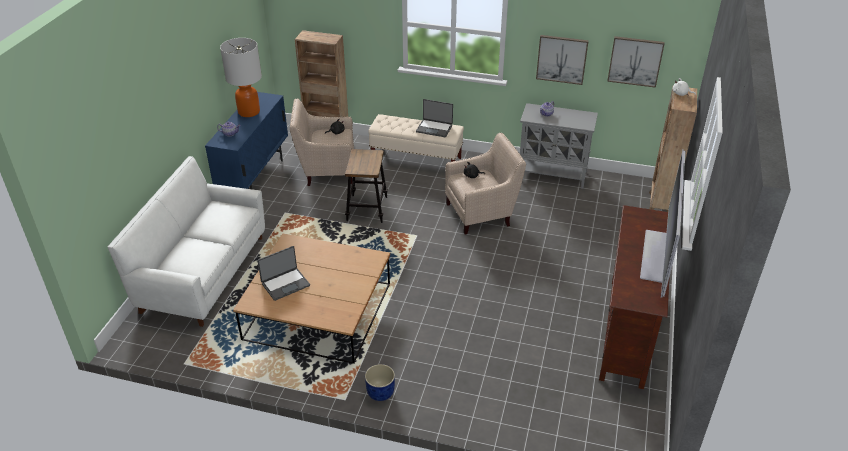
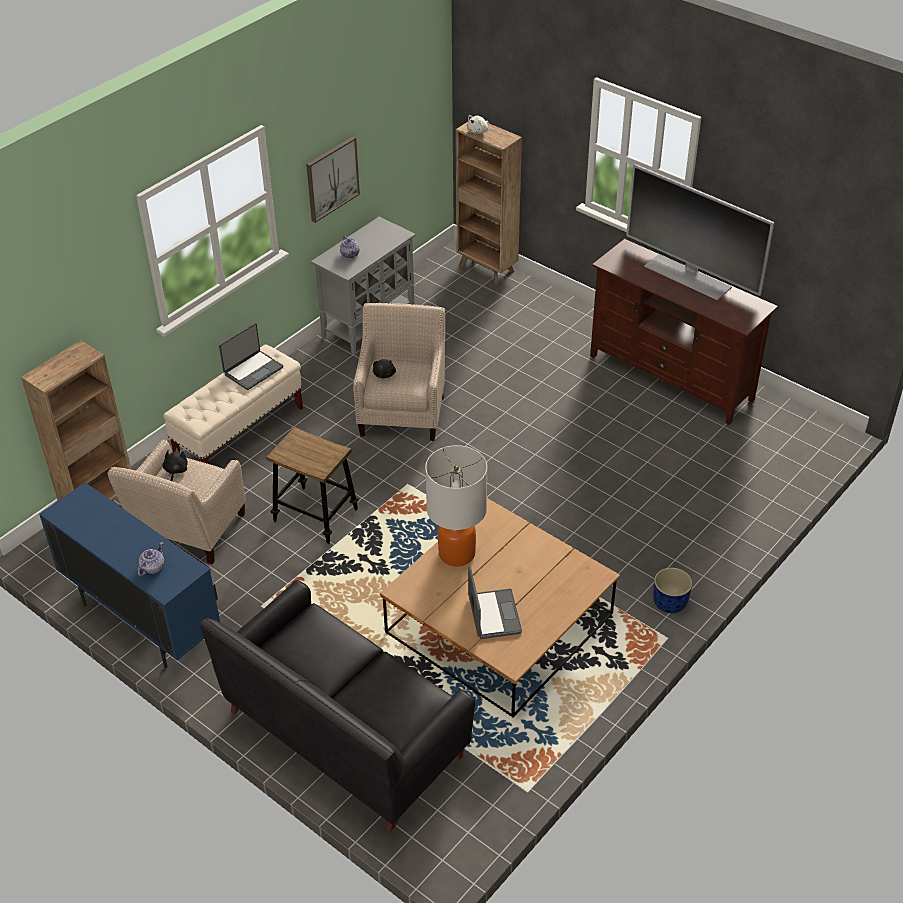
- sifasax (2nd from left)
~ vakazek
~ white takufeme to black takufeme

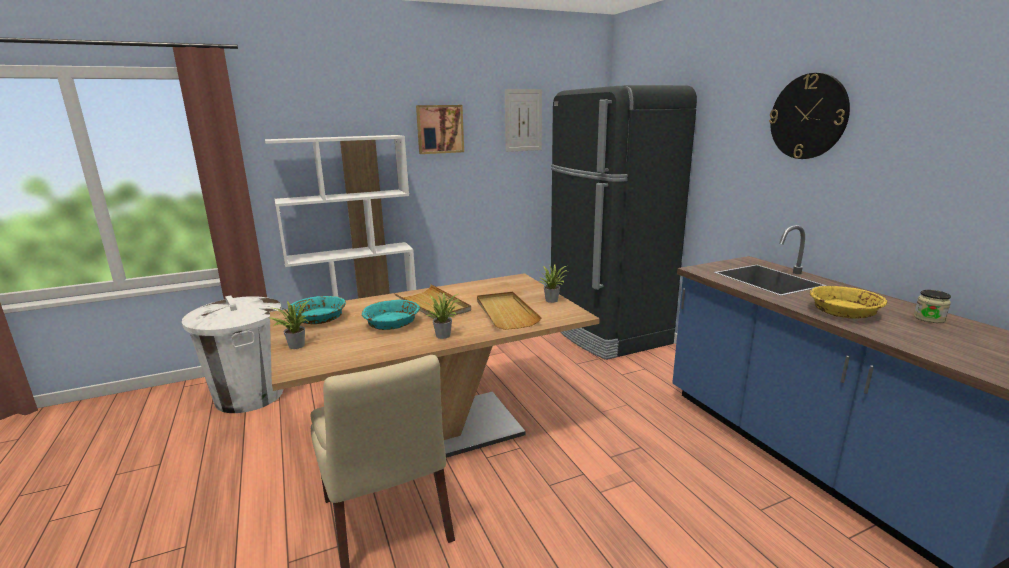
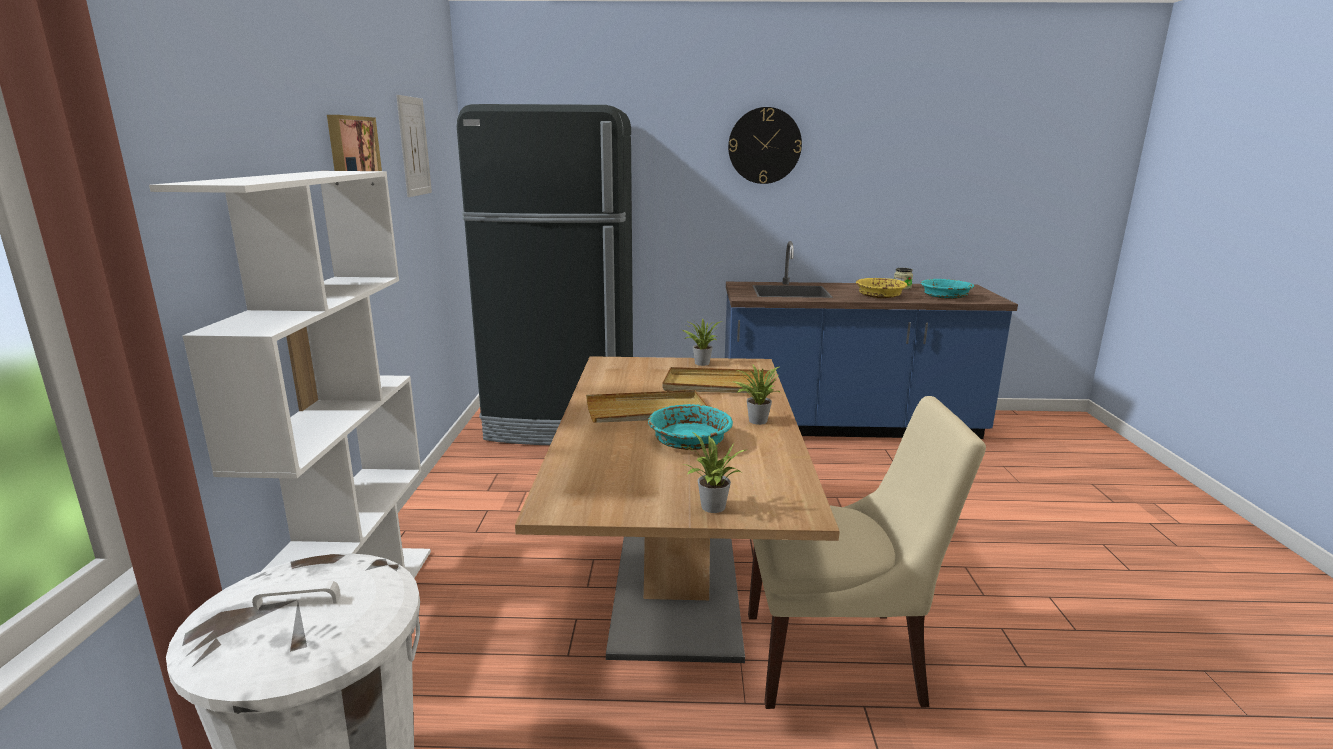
~ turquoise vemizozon (1st from left in the first image) to turquoise vemizozon (2nd from left)

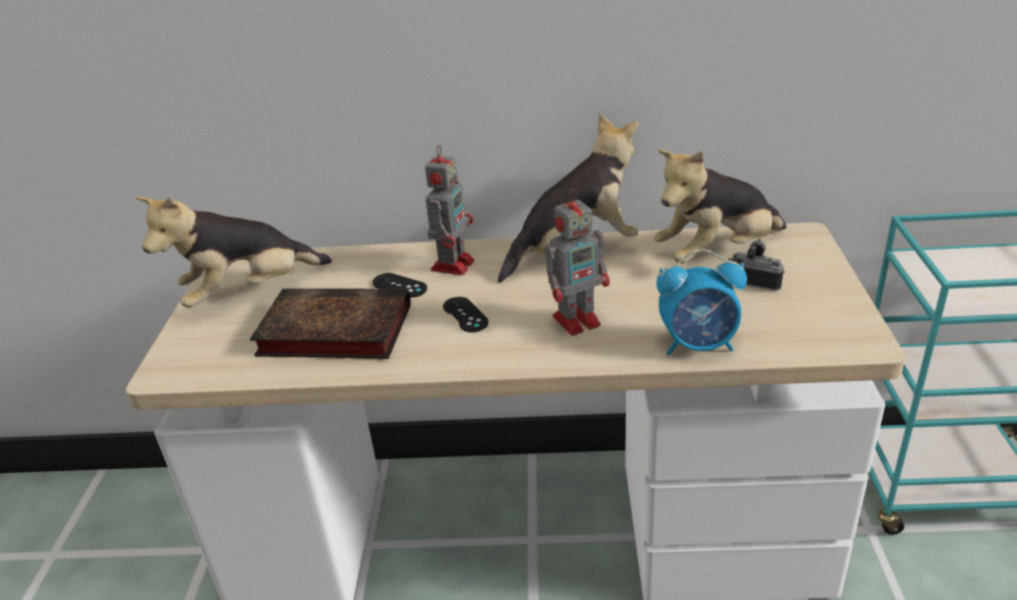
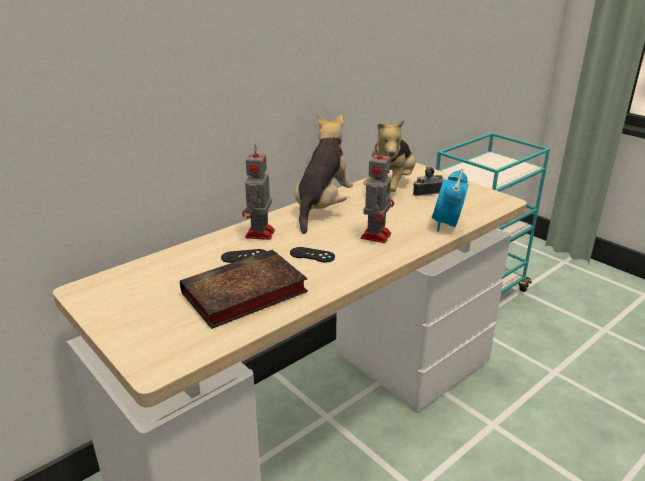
~ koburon (1st from left) 150 degrees counterclockwise
- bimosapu (1st from left)
~ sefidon 150 degrees clockwise

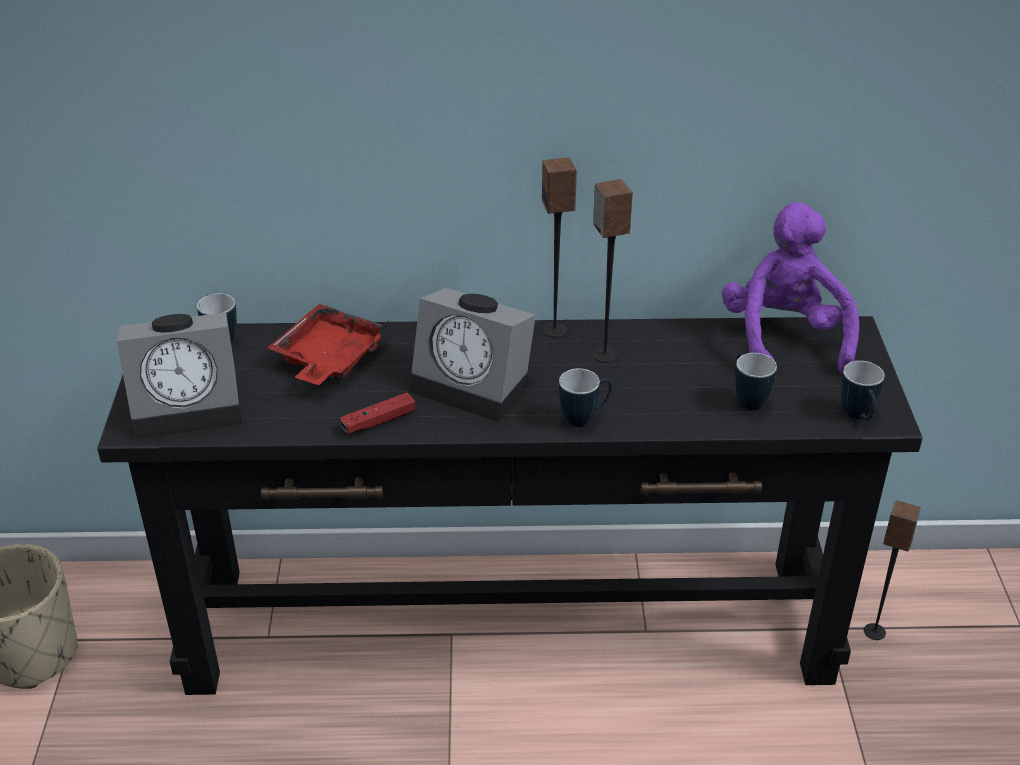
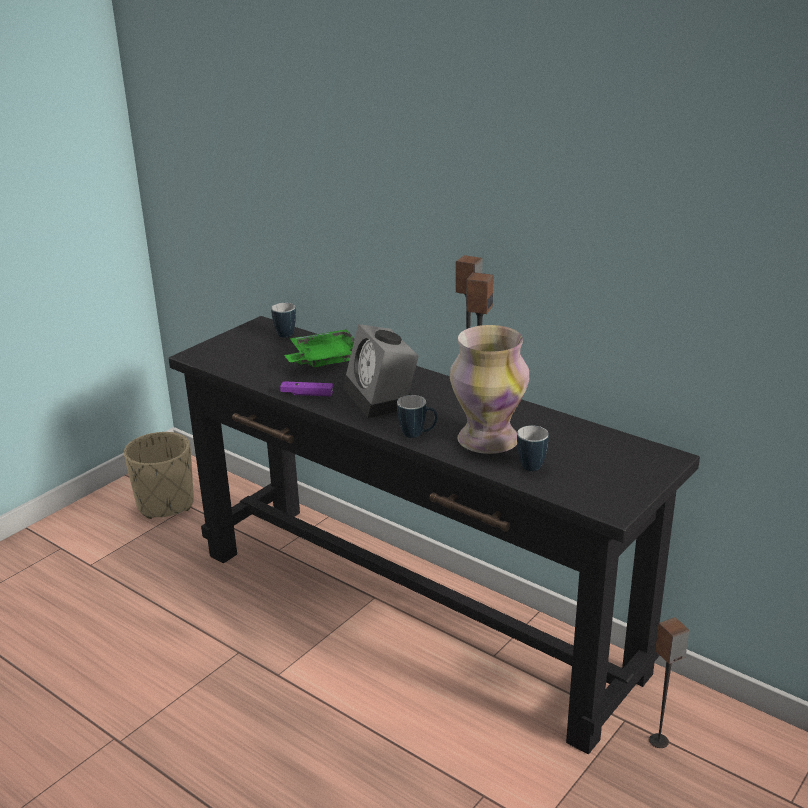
- purple bimosapu
~ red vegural to green vegural
- sefidon (1st from left)
- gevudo (4th from left)
~ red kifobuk to purple kifobuk
+ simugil

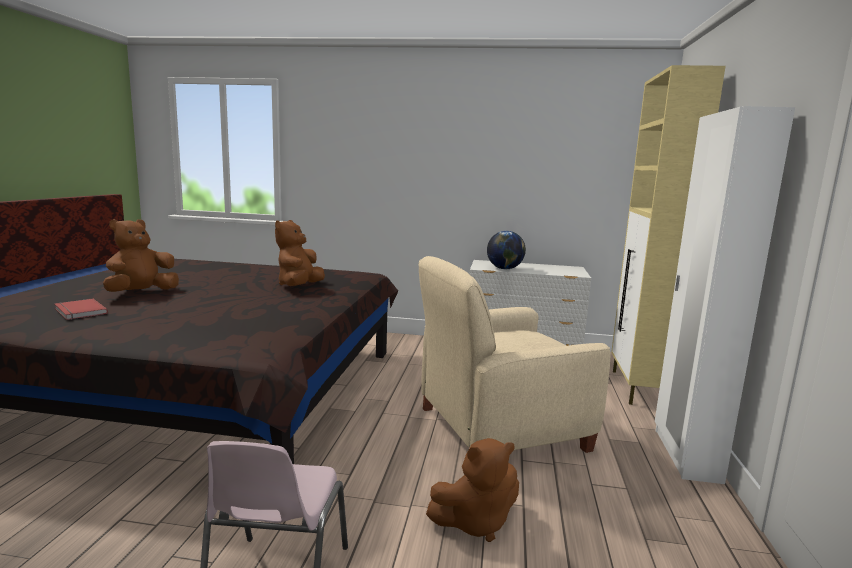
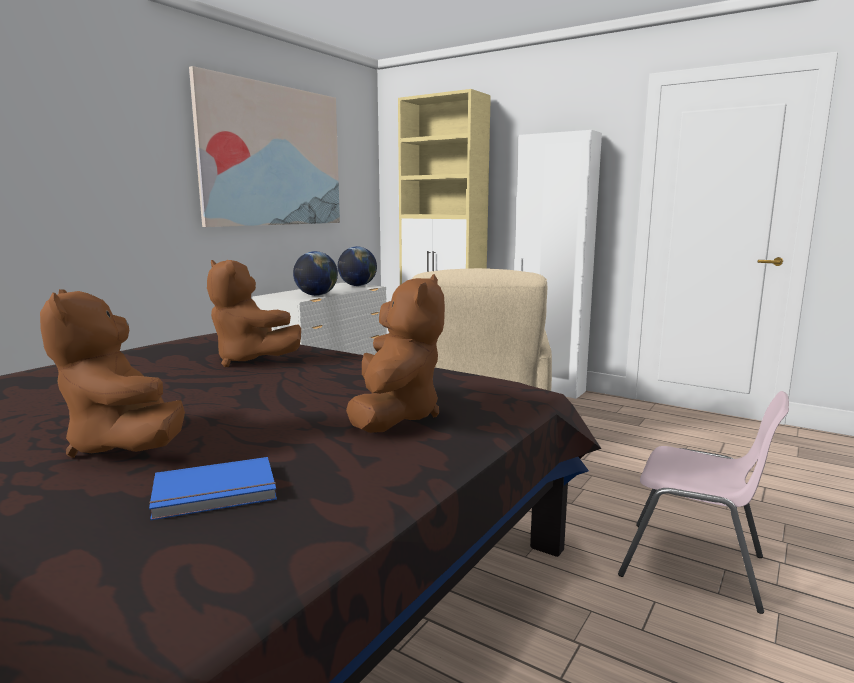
~ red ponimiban to blue ponimiban
~ brown bimosapu (3rd from left)
+ sifasax
+ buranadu (2nd from left)

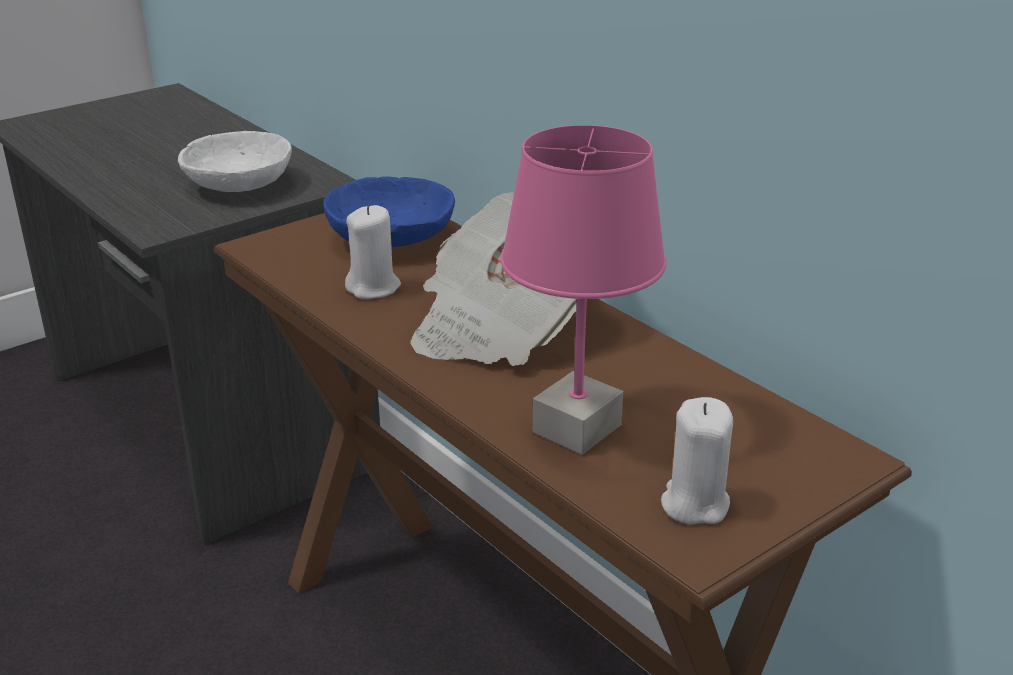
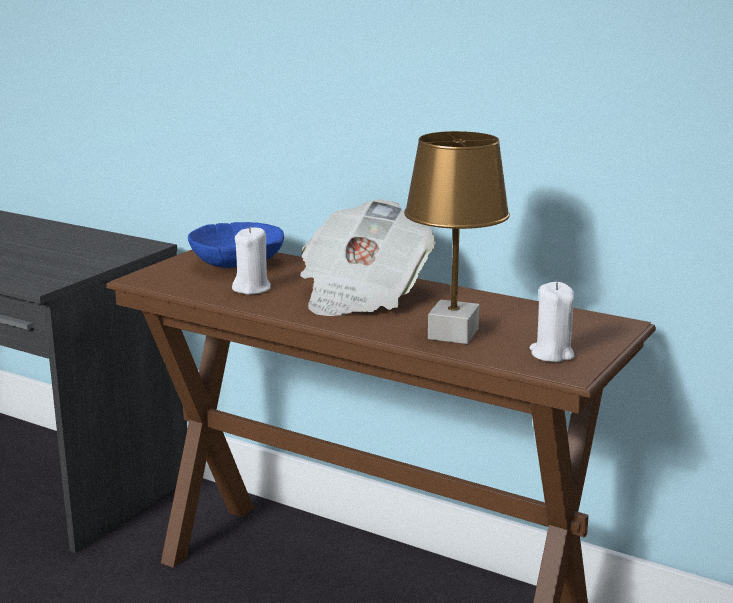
~ pink vakazek to brown vakazek
- white vemizozon

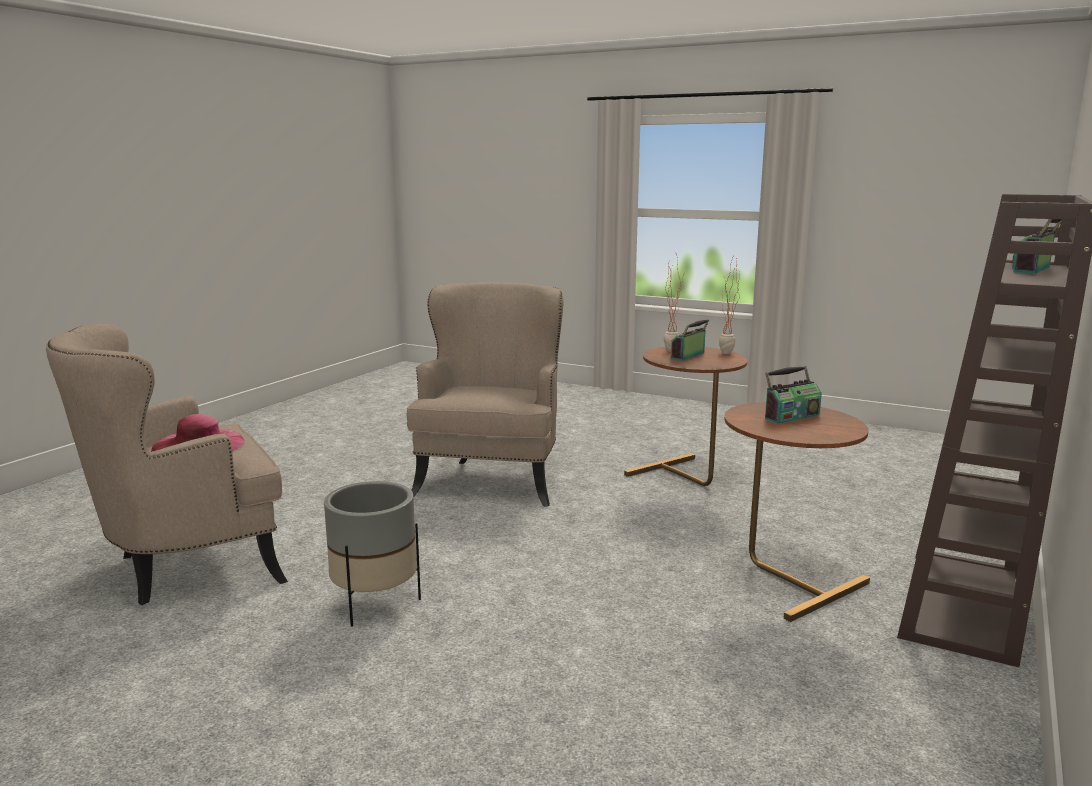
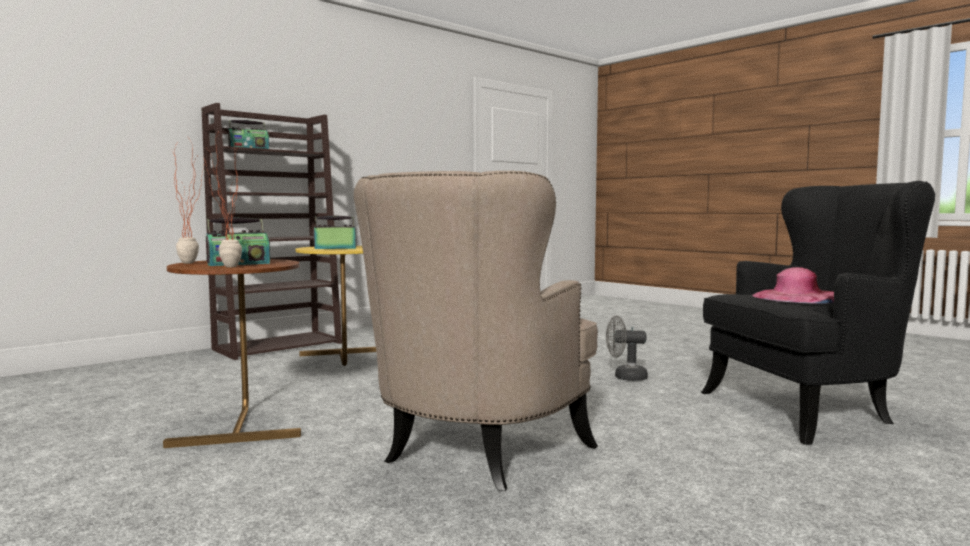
~ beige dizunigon (1st from left) to black dizunigon
~ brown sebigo (2nd from left) to yellow sebigo
~ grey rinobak to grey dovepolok

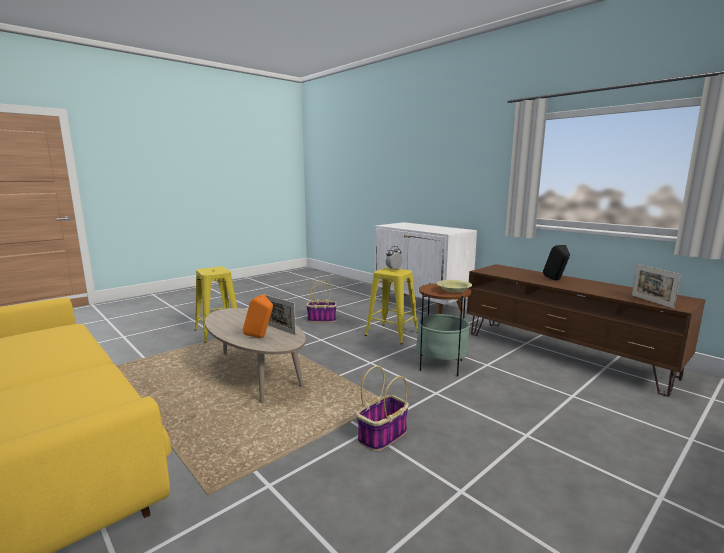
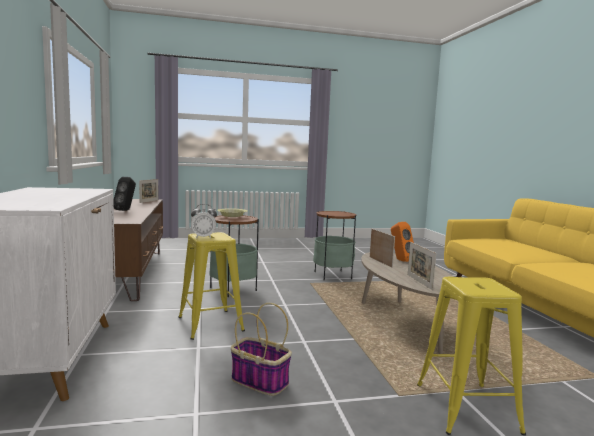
~ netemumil (2nd from left) to sebigo (2nd from left)
+ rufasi (3rd from left)

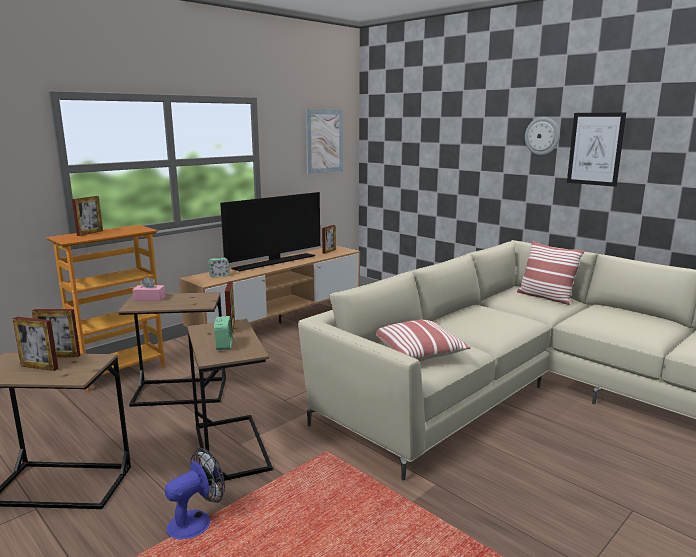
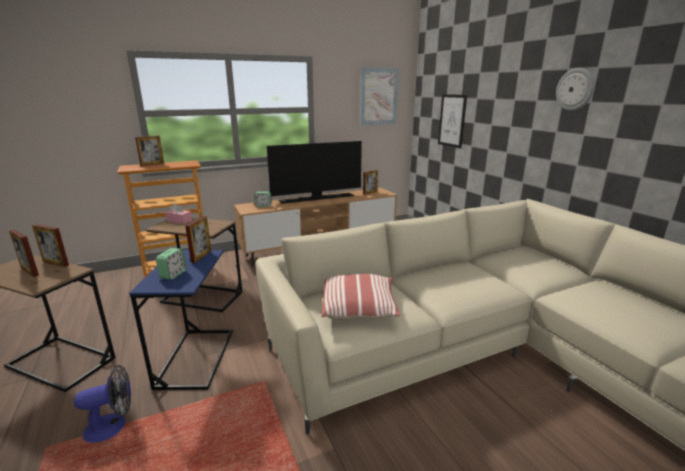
~ sifasax (2nd from left)
- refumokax (2nd from left)
~ brown sebigo (3rd from left) to blue sebigo

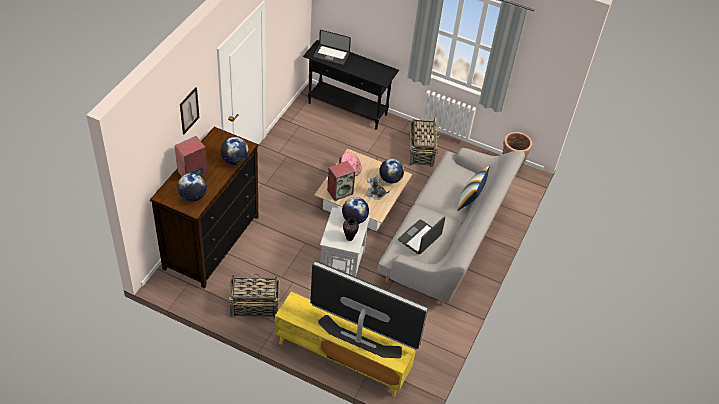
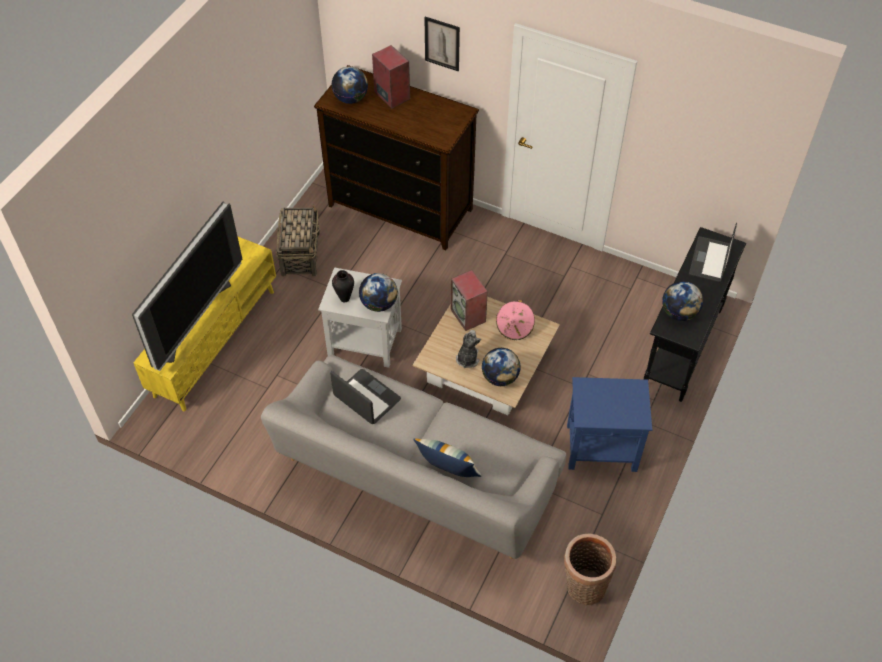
~ netemumil (2nd from left) to blue sebigo
~ buranadu (2nd from left in the first image) to buranadu (4th from left)

